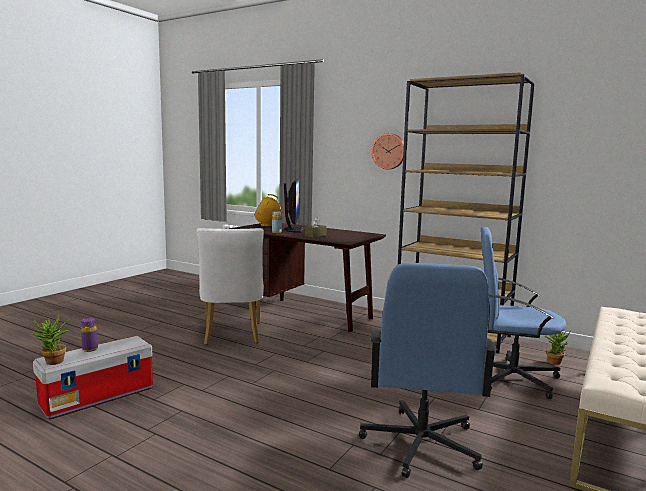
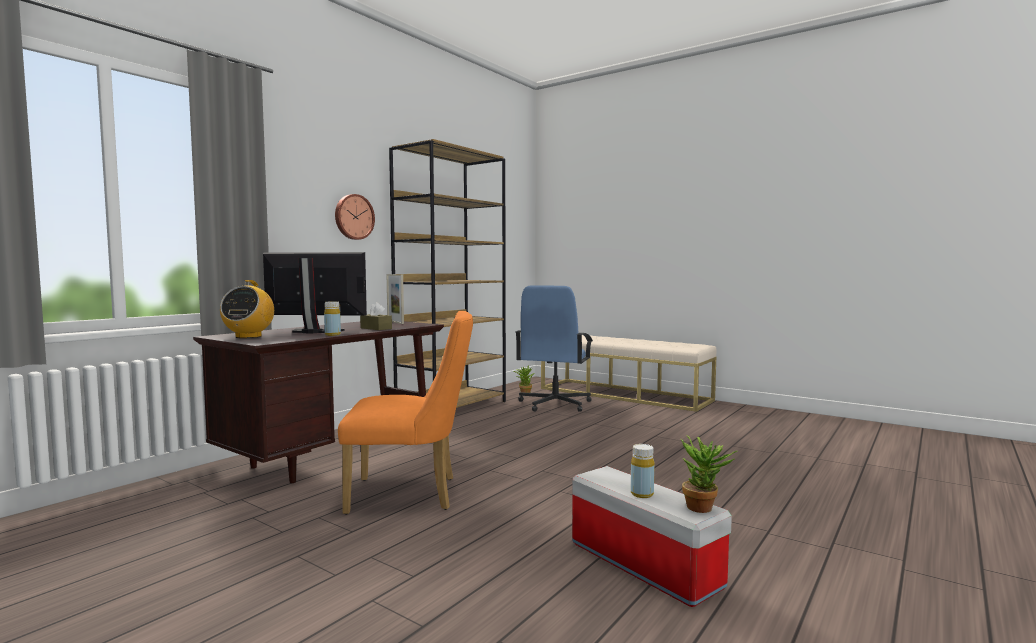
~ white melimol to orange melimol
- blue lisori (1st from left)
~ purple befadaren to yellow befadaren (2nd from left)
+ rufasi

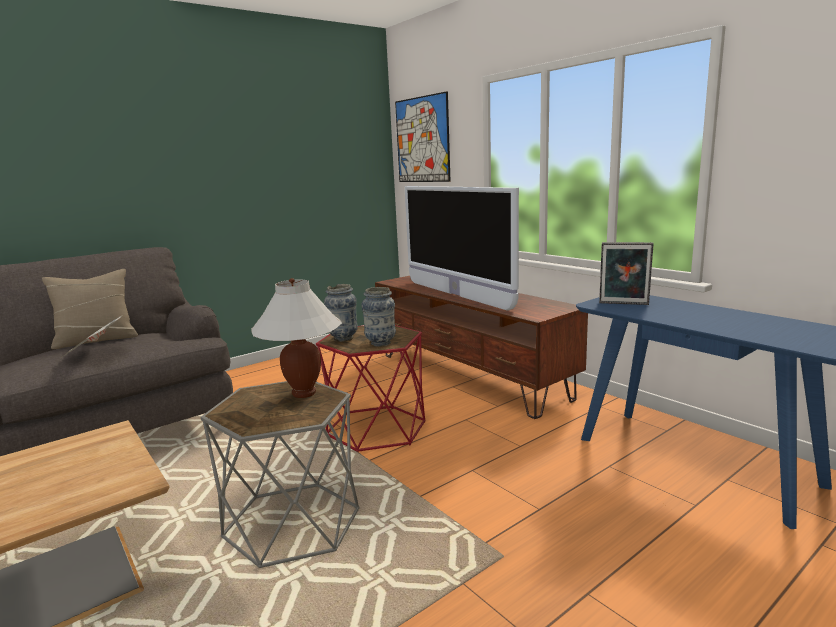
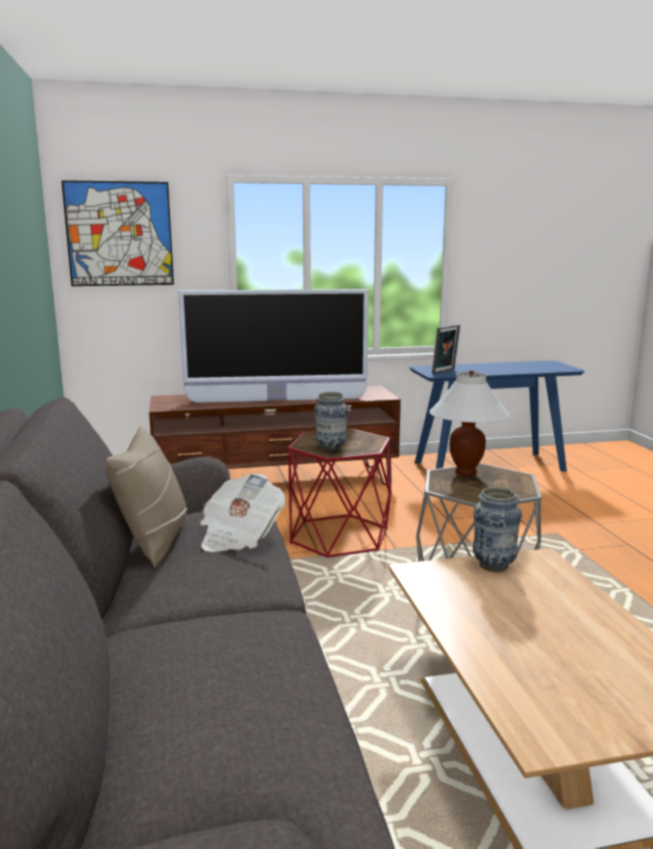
~ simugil (2nd from left)

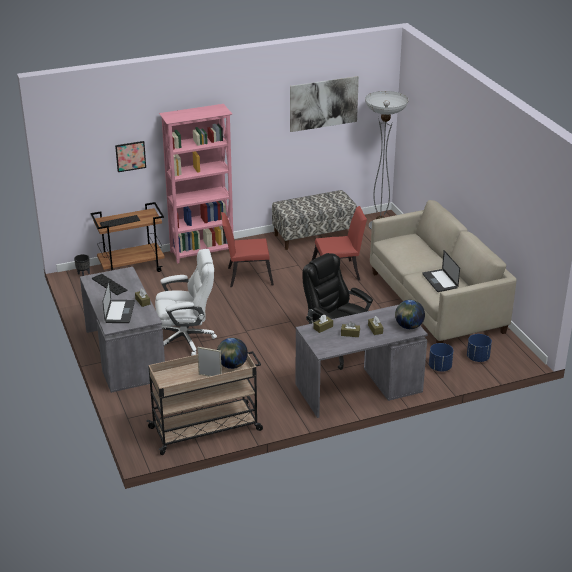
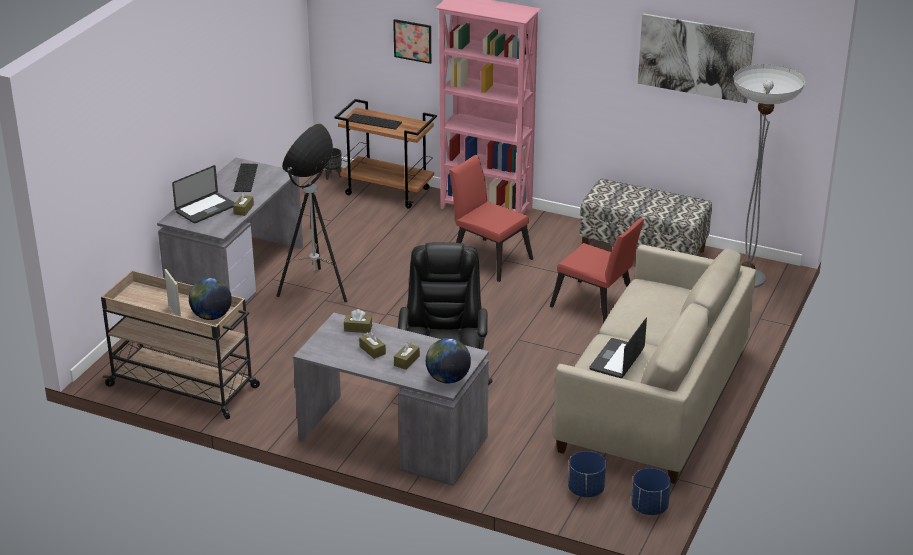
~ white lisori to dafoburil (1st from left)
~ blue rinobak (1st from left in the first image) to blue rinobak (2nd from left)

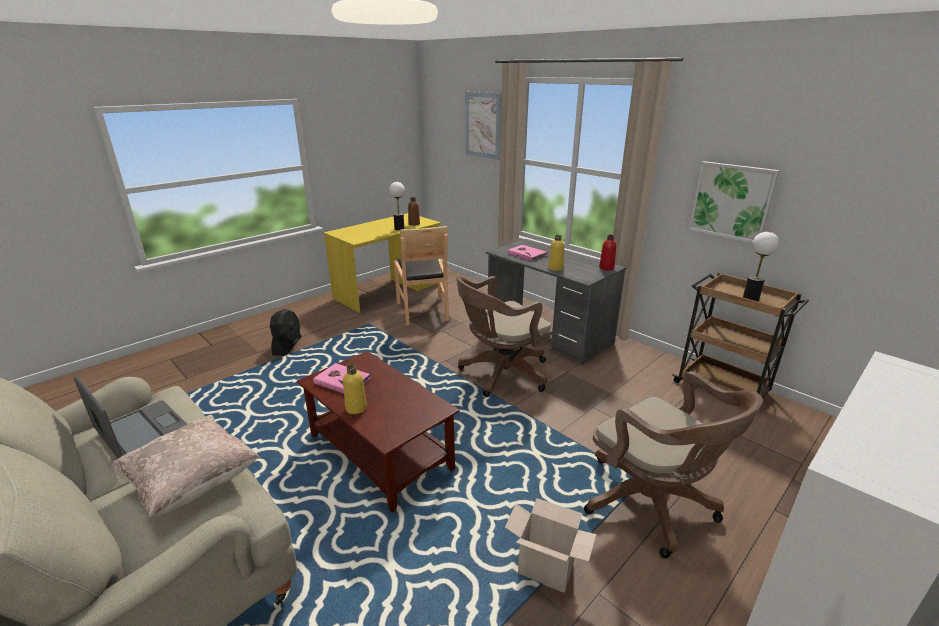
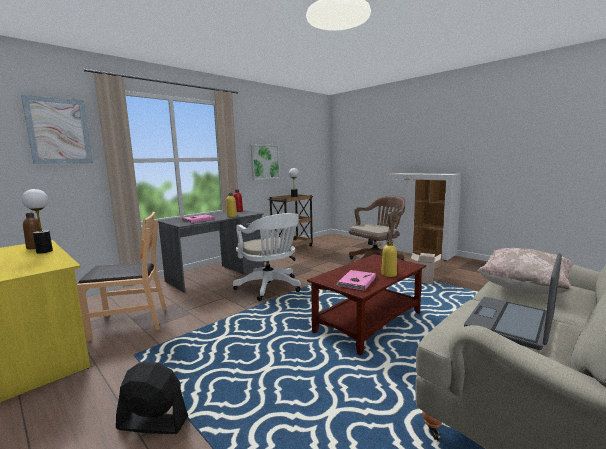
~ brown lisori (1st from left) to white lisori

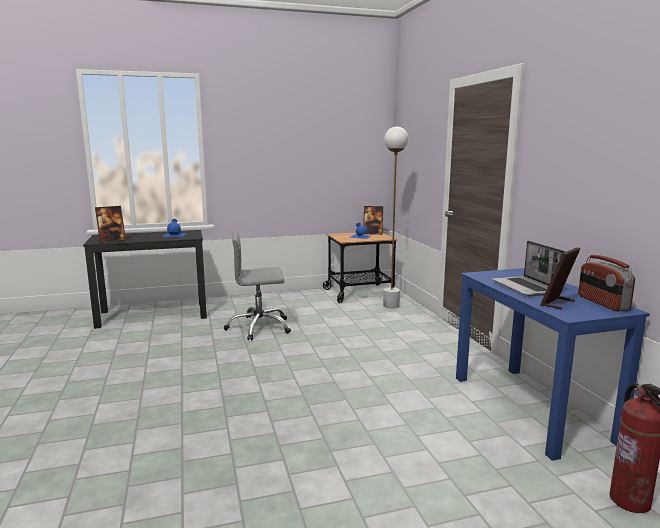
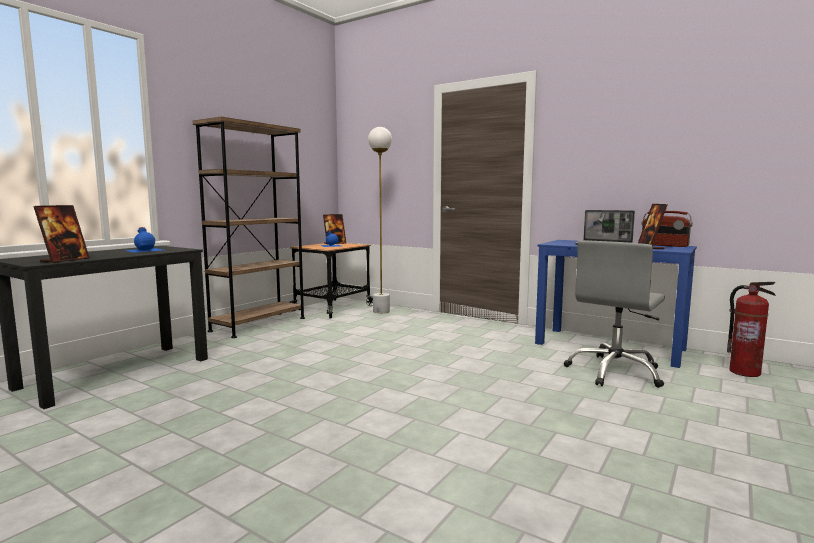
~ grey lisori
+ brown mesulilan

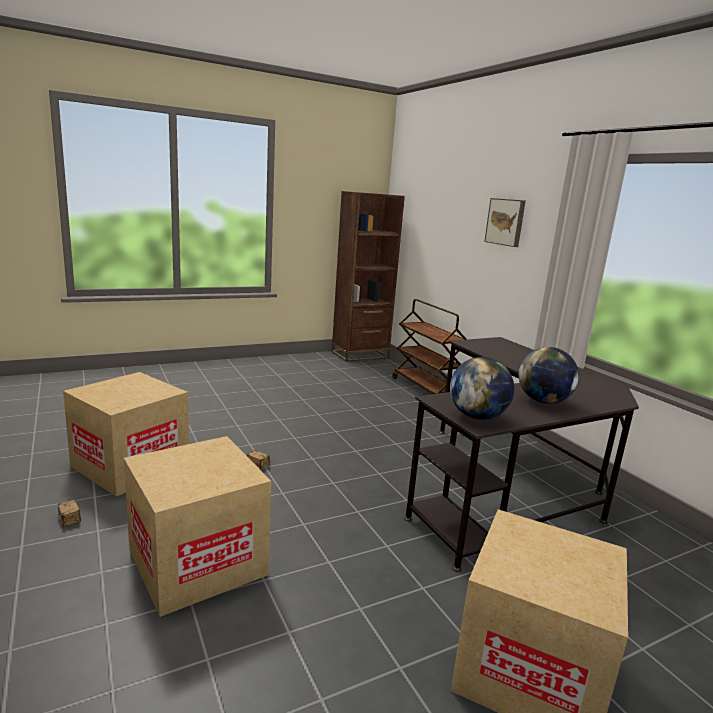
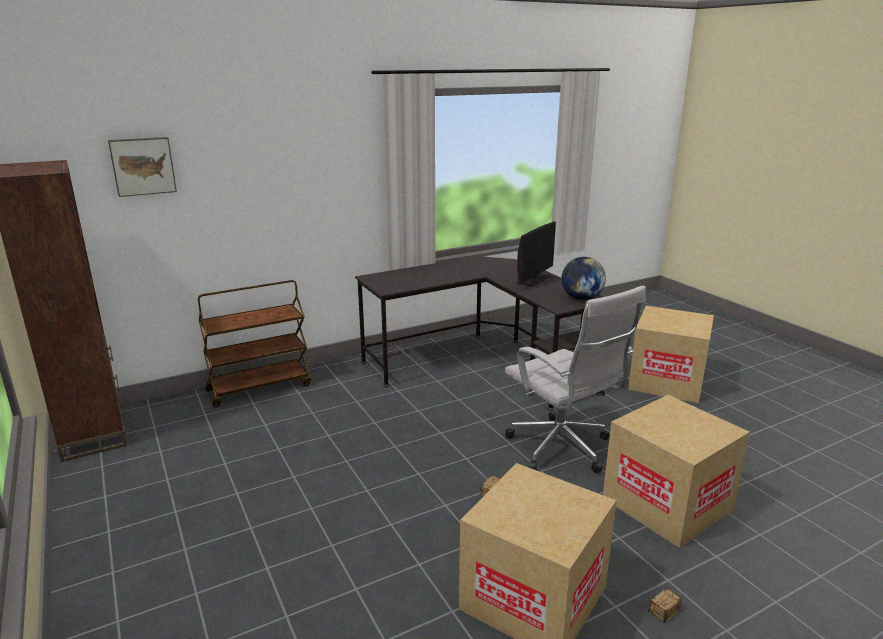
~ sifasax
~ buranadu (2nd from left) to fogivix
+ white lisori

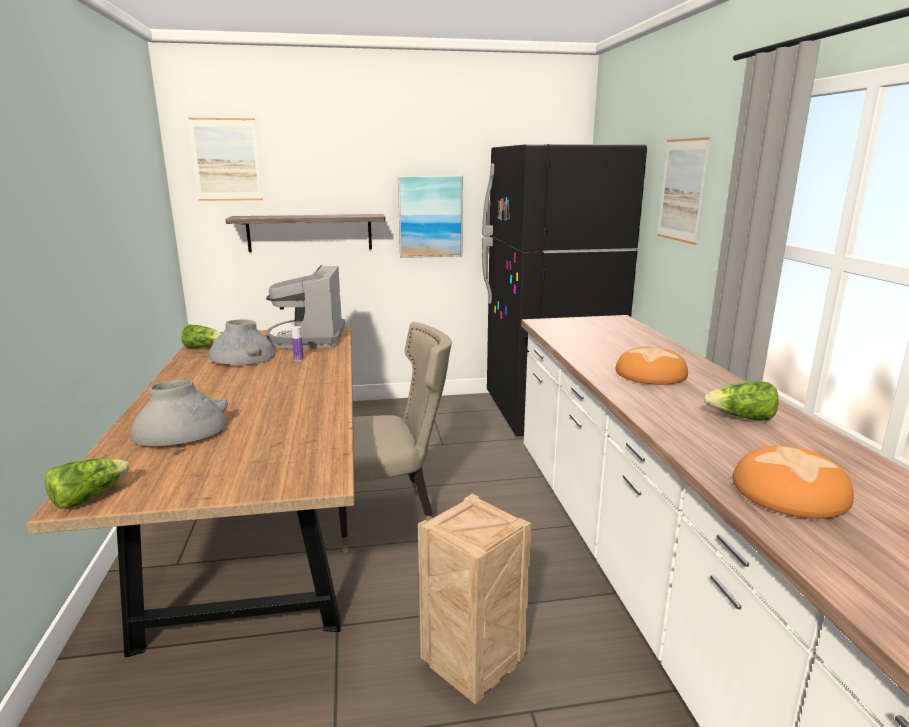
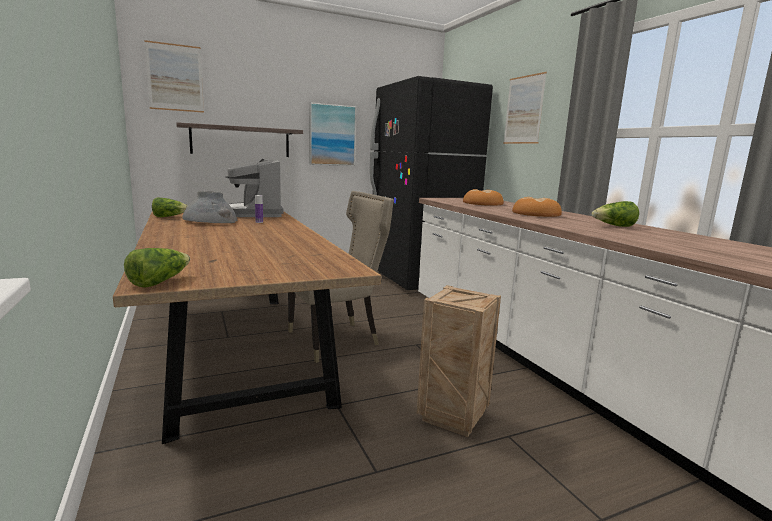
- grey simugil (1st from left)
~ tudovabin (2nd from left in the first image) to tudovabin (1st from left)

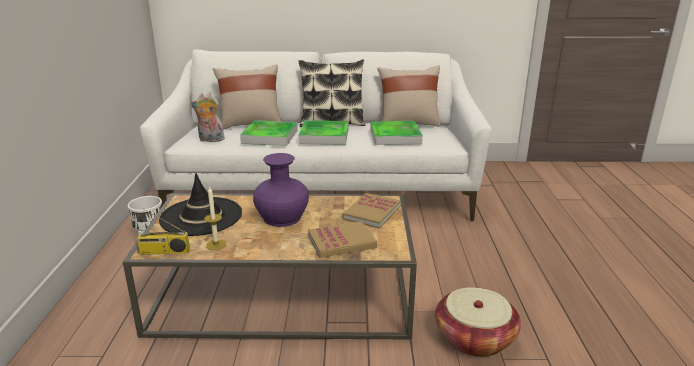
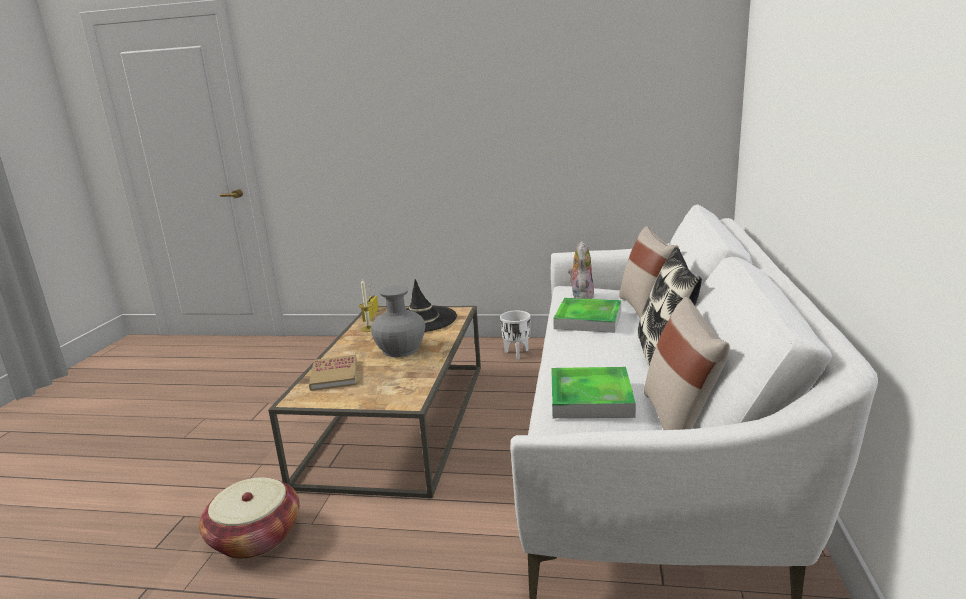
- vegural (2nd from left)
~ purple simugil to grey simugil
- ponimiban (2nd from left)

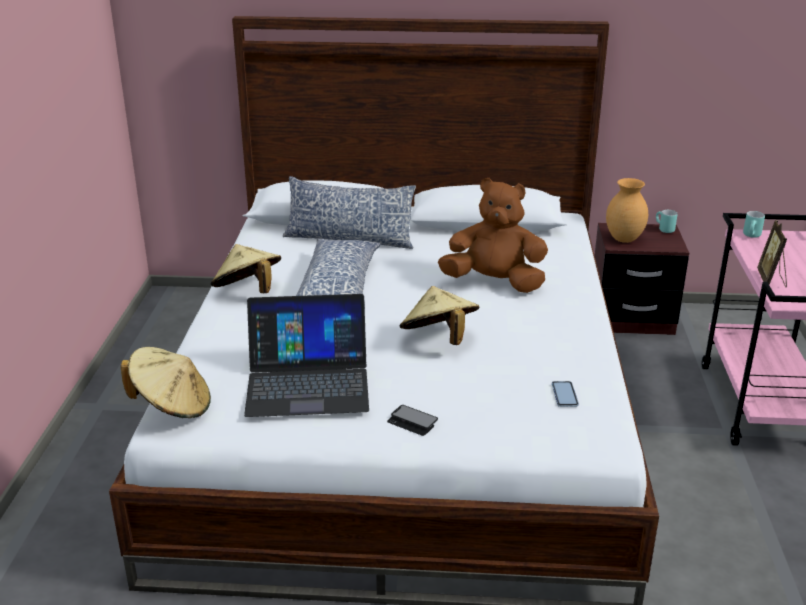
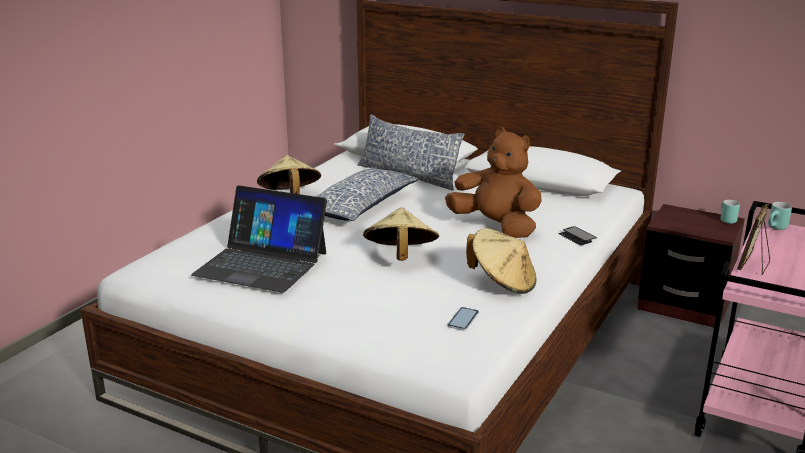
- brown simugil
~ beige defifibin (1st from left in the first image) to beige defifibin (3rd from left)
~ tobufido (1st from left in the first image) to tobufido (2nd from left)

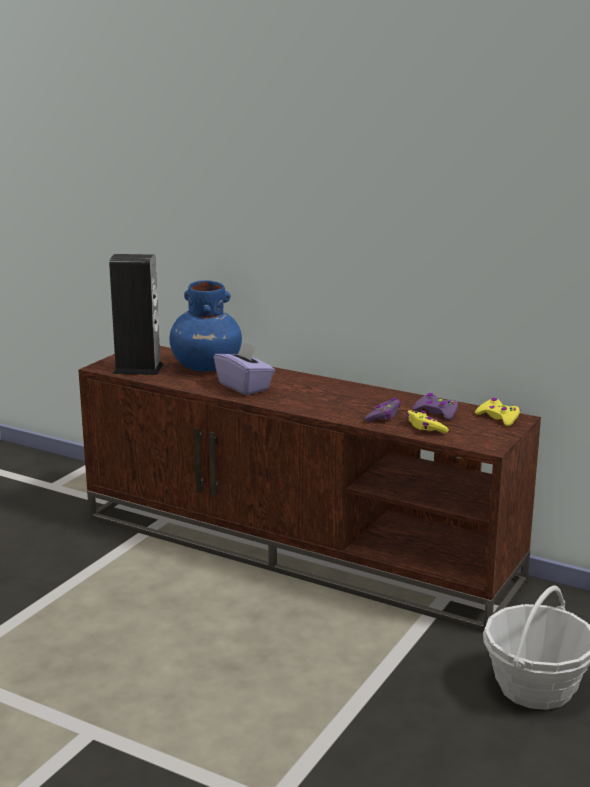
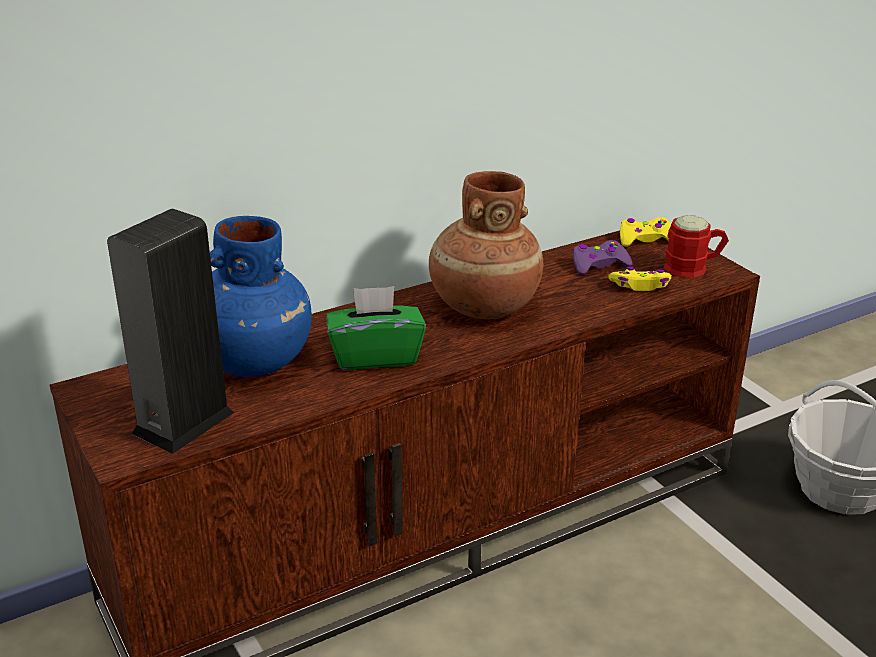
~ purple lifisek to green lifisek
- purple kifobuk (1st from left)
+ brown simugil
+ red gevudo

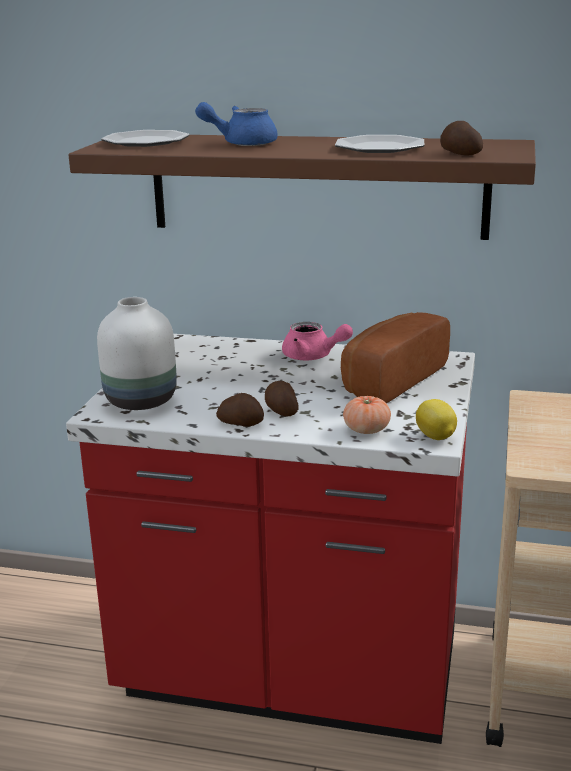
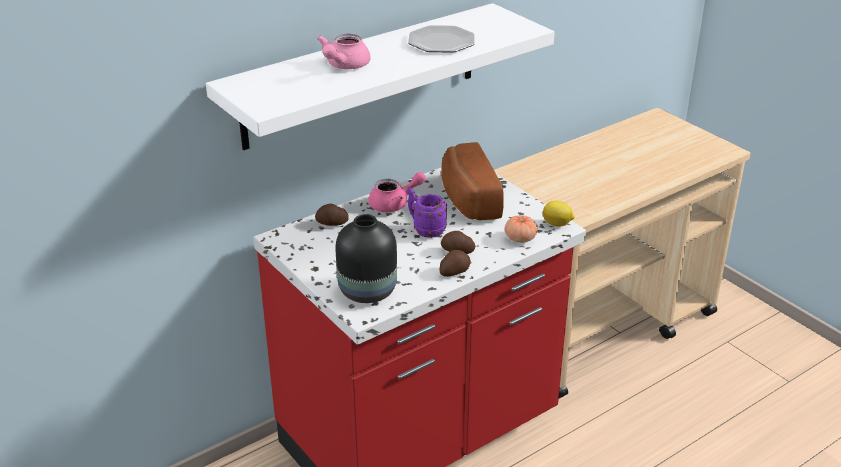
~ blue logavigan to pink logavigan (1st from left)
~ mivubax (3rd from left in the first image) to mivubax (1st from left)
- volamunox (1st from left)
~ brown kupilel to white kupilel
~ white simugil to black simugil
+ purple gevudo

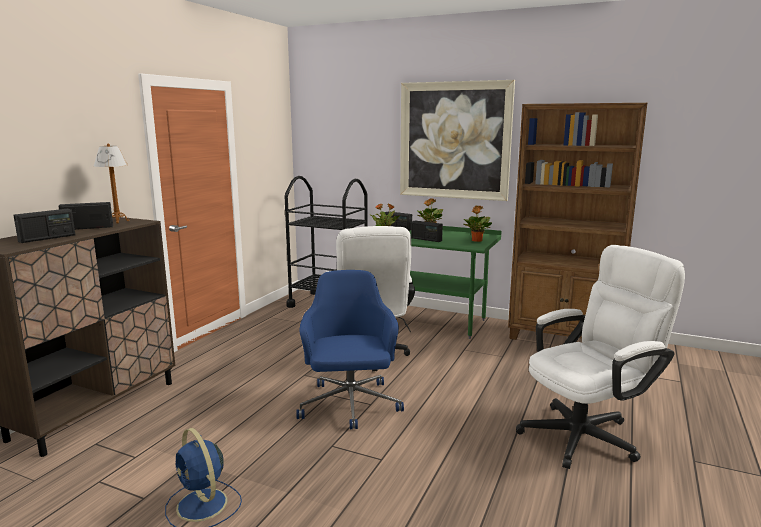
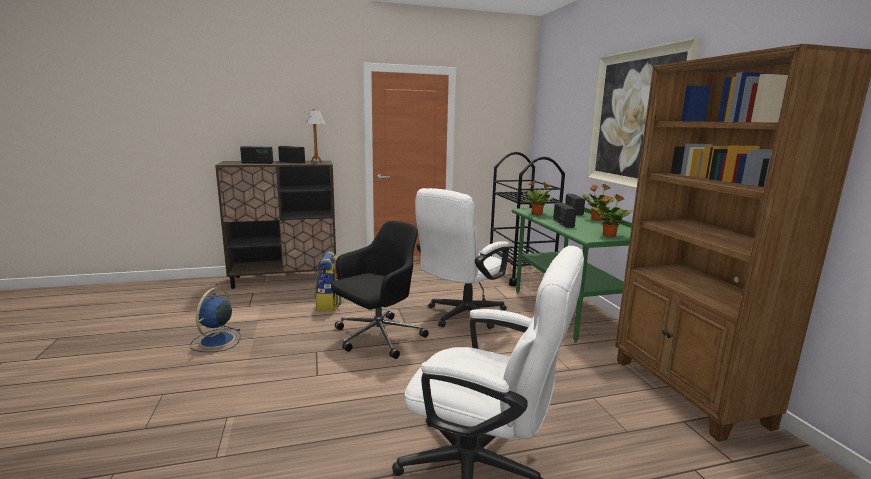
~ blue lisori to black lisori
+ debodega

